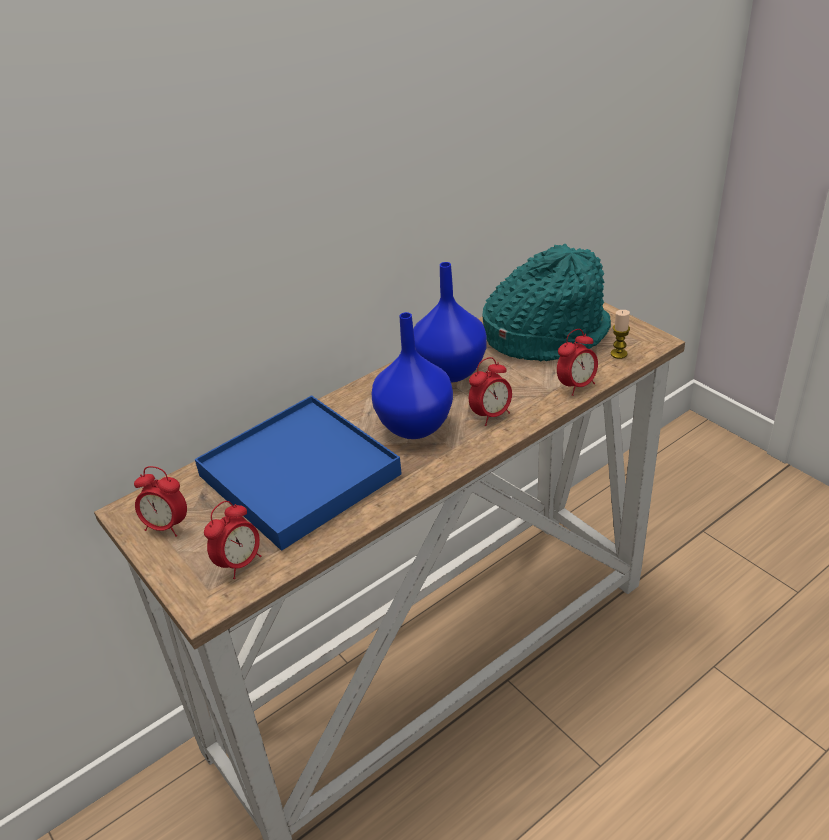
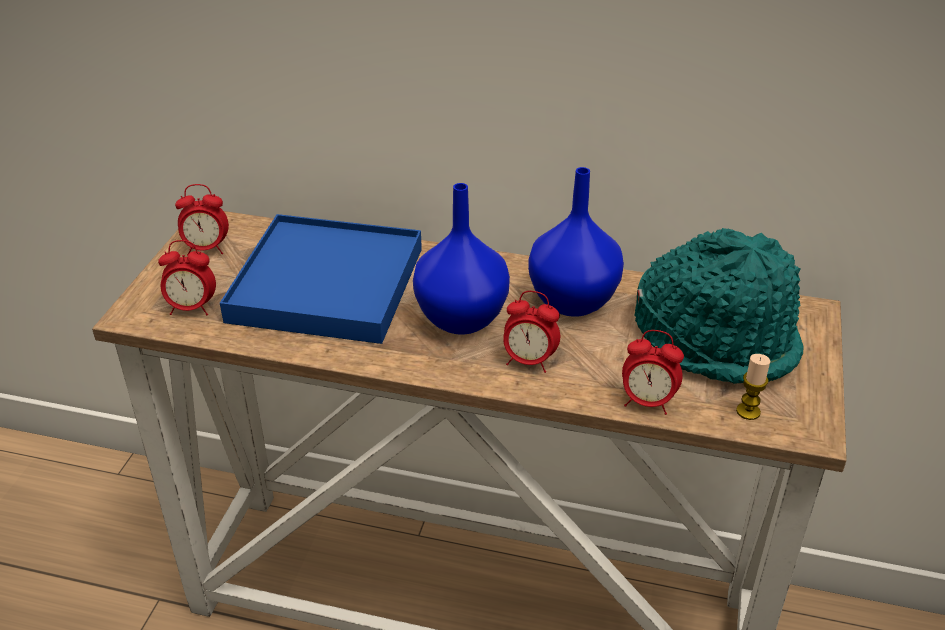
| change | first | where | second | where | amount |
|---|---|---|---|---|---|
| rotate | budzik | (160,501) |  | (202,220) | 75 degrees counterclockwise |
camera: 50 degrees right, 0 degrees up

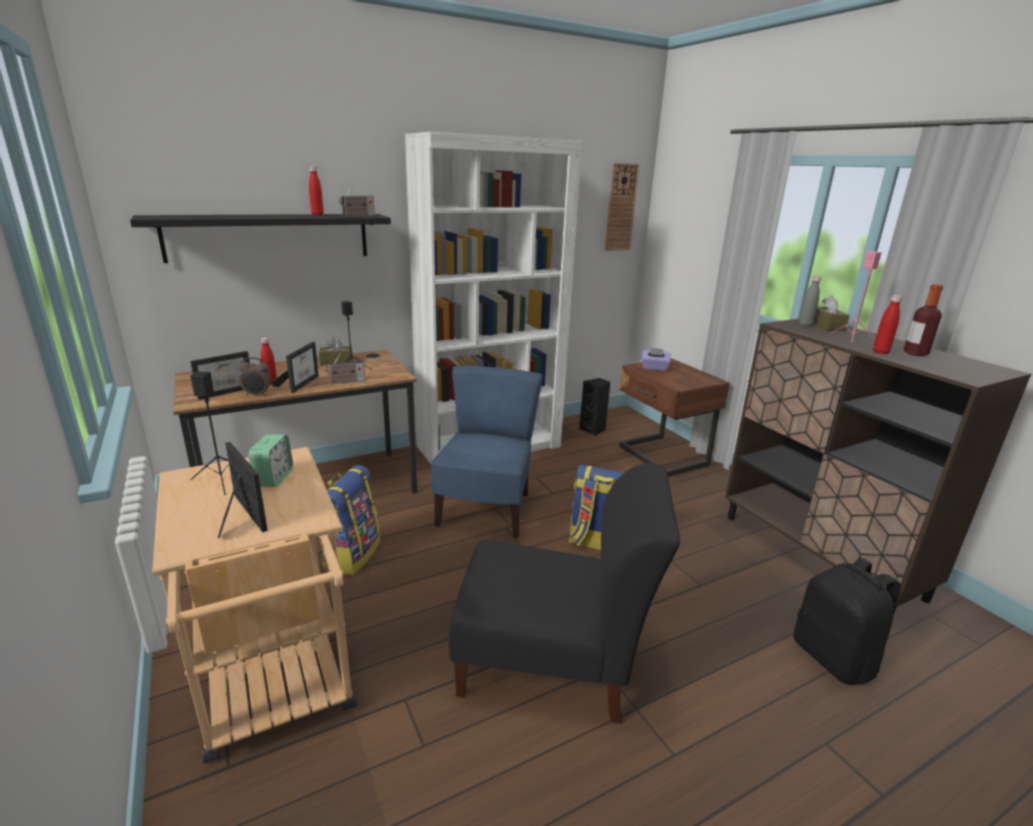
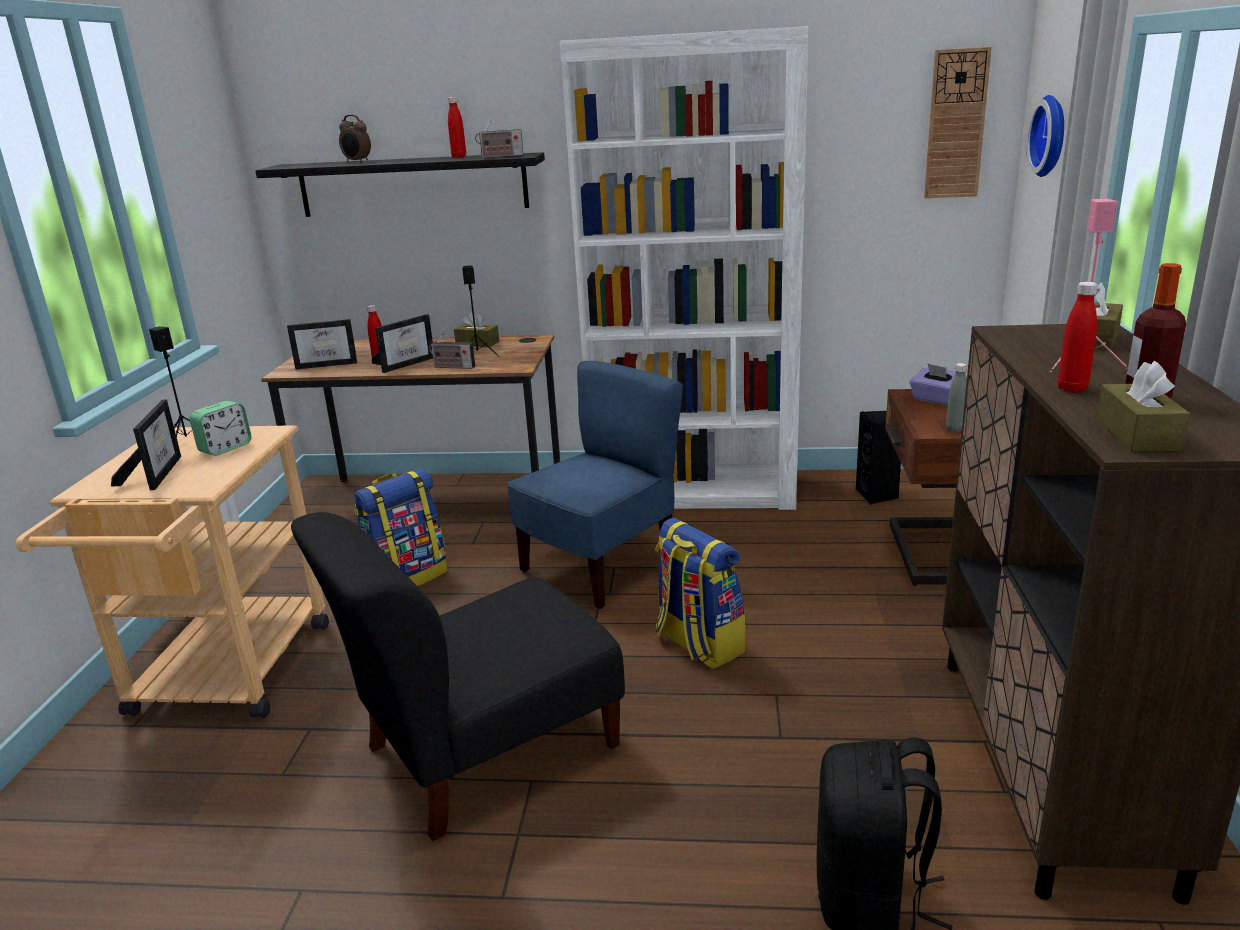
| change | first | where | second | where | amount |
|---|---|---|---|---|---|
| rotate | krzesło/czarny | (564,593) |  | (458,676) | 105 degrees clockwise |
| move | budzik | (255,376) |  | (355,138) |  |
| move | butelka/szary | (810,301) |  | (956,397) |  |
| insert |  |  | zegar ścienny | (1045,136) |  |
| insert |  |  | pudełko chusteczek/brązowy | (1143,406) |  |
camera: 35 degrees right, 0 degrees up

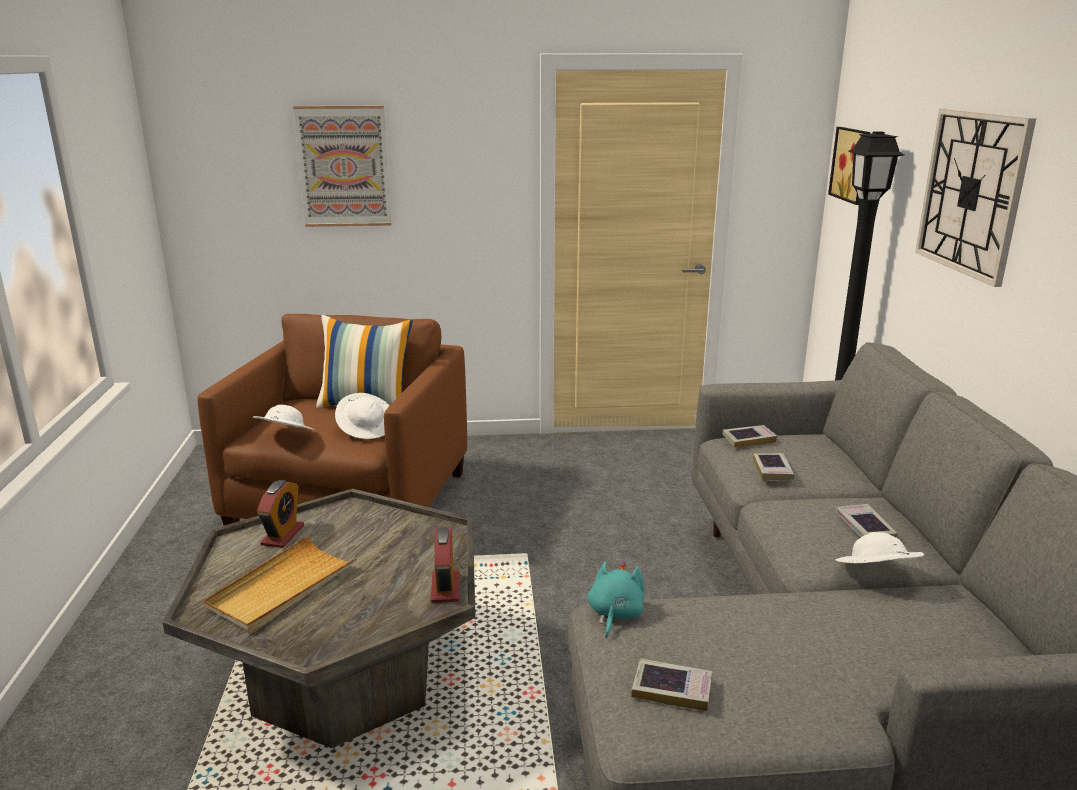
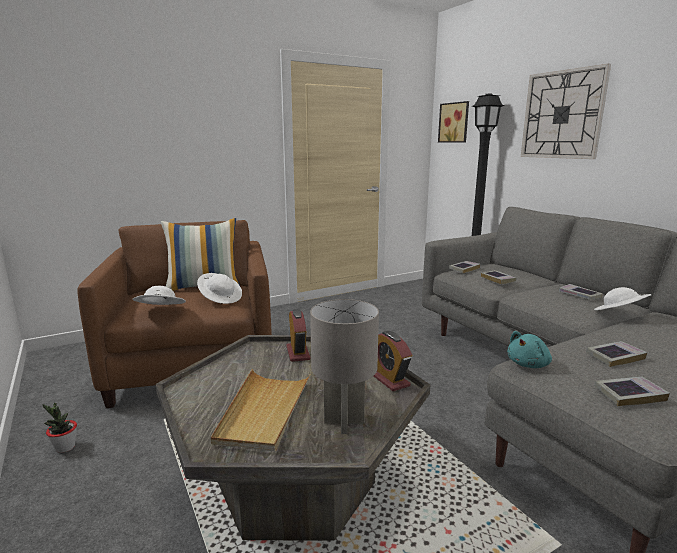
| change | first | where | second | where | amount |
|---|---|---|---|---|---|
| insert |  |  | roślina doniczkowa | (60,427) |  |
| move | budzik | (280,514) |  | (298,335) |  |
| insert |  |  | lampa stołowa/szary | (344,366) |  |
| rotate | pluszak/turkusowy | (616,599) |  | (529,349) | 120 degrees counterclockwise |
| insert |  |  | książka | (616,354) |  |
| delete | obraz | (342,166) |  |  |  |
camera: 25 degrees left, 5 degrees down

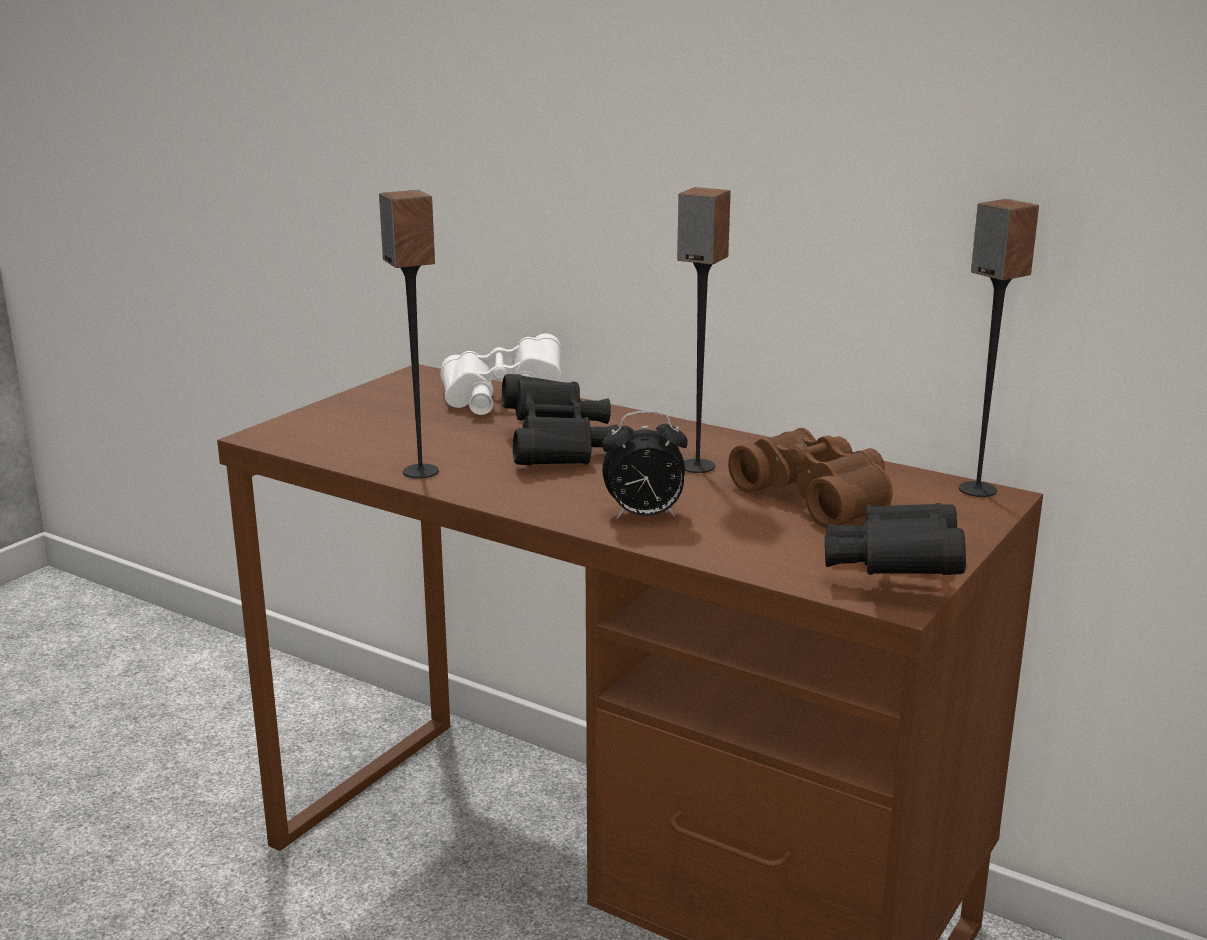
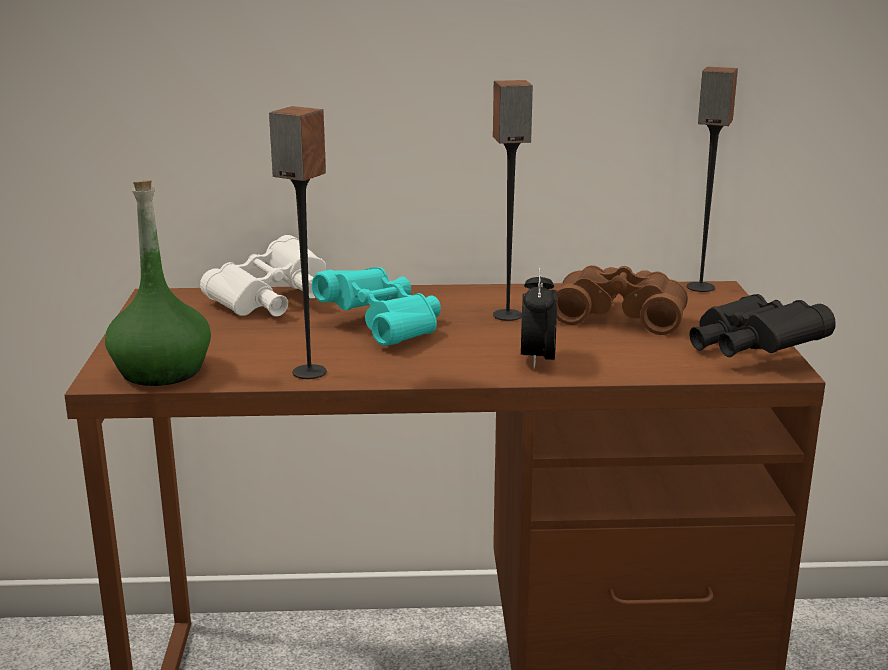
| change | first | where | second | where | amount |
|---|---|---|---|---|---|
| insert |  |  | butelka/zielony | (158,283) |  |
| recolor | lornetka/czarny | (560,419) | lornetka/turkusowy | (376,306) |  |
| rotate | budzik | (645,465) |  | (539,318) | 135 degrees clockwise |
camera: 35 degrees left, 0 degrees up

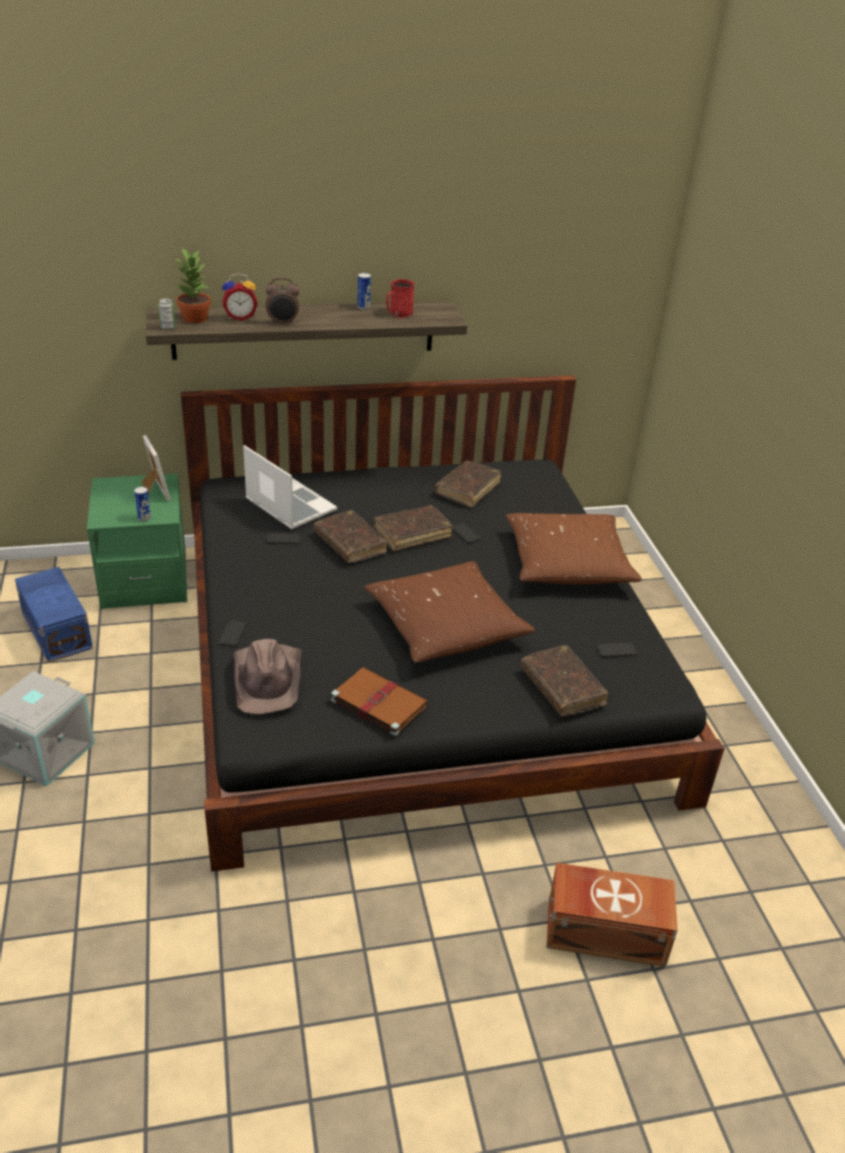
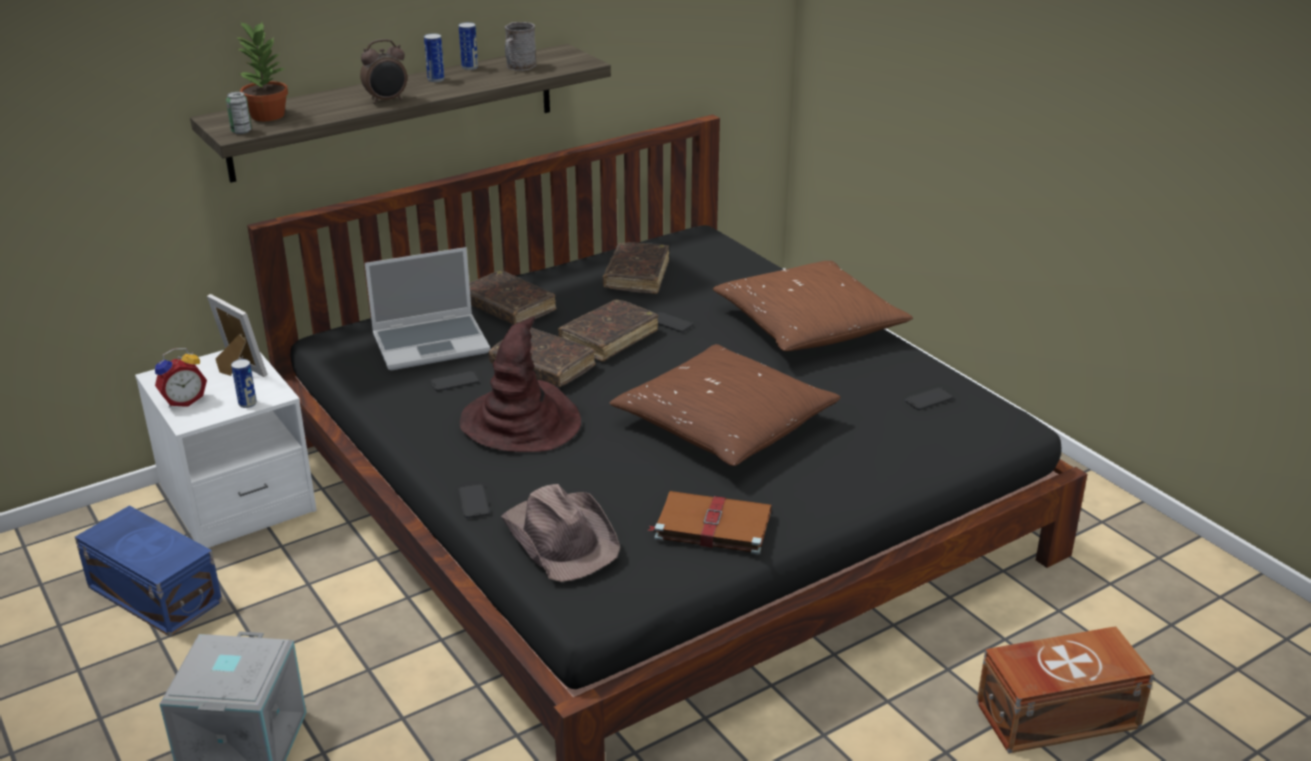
| change | first | where | second | where | amount |
|---|---|---|---|---|---|
| recolor | szafka nocna/zielony | (137,541) | szafka nocna/biały | (226,449) |  |
| move | budzik | (240,297) |  | (181,377) |  |
| rotate | laptop | (290,487) |  | (427,308) | 135 degrees clockwise |
| insert |  |  | puszka | (434,57) |  |
| insert |  |  | kapelusz/brązowy | (520,384) |  |
| move | książka/brązowy | (564,680) |  | (513,297) |  |
| recolor | kubek/czerwony | (400,298) | kubek/szary | (520,46) |  |
camera: 20 degrees left, 5 degrees down

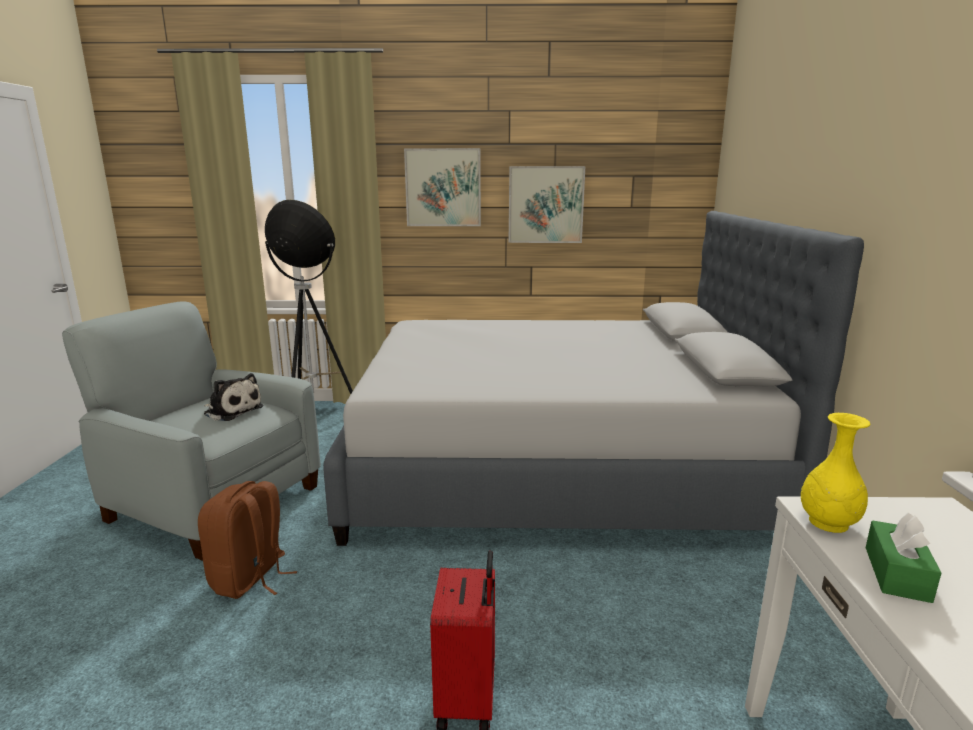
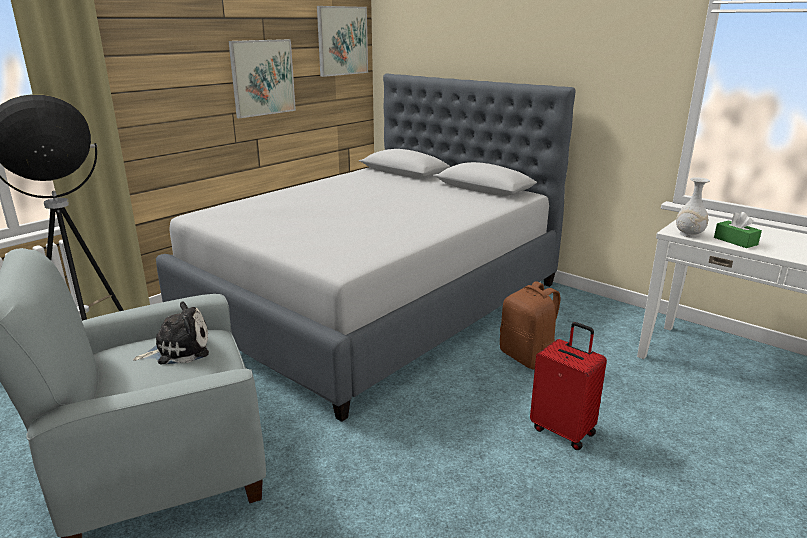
| change | first | where | second | where | amount |
|---|---|---|---|---|---|
| move | obraz | (442,187) |  | (342,41) |  |
| move | plecak/brązowy | (247,540) |  | (530,325) |  |
| recolor | wazon/żółty | (835,473) | wazon/biały | (693,207) |  |
camera: 50 degrees left, 5 degrees up

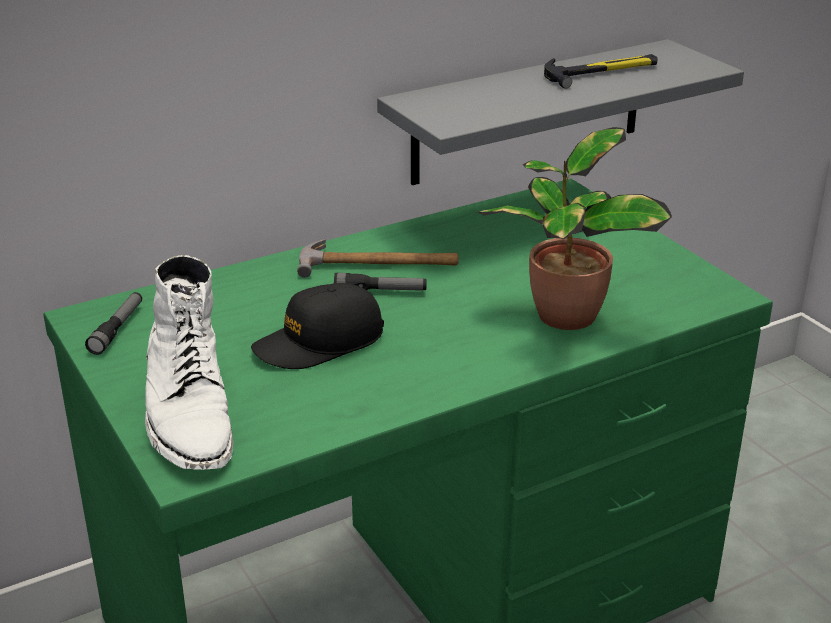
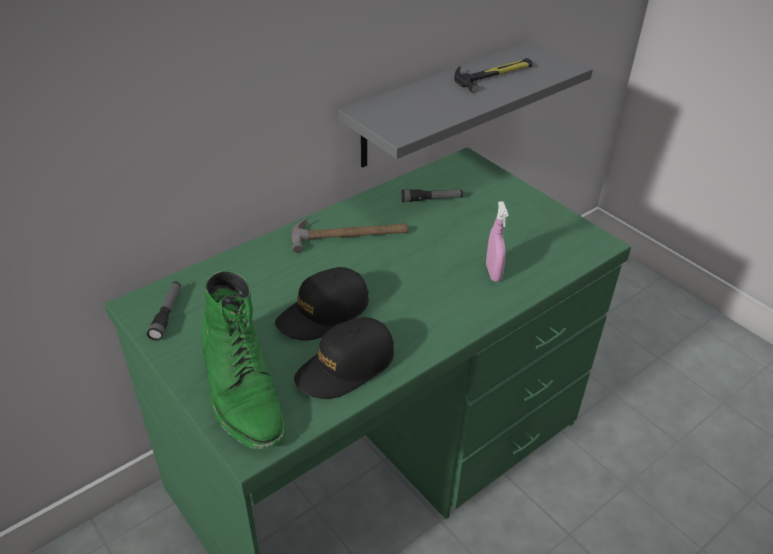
| change | first | where | second | where | amount |
|---|---|---|---|---|---|
| recolor | but z cholewką/biały | (189,362) | but z cholewką/zielony | (243,359) |  |
| insert |  |  | czapka z daszkiem/czarny | (344,358) |  |
| move | latarka | (380,282) |  | (432,195) |  |
| replace | roślina doniczkowa | (574,228) | spryskiwacz/różowy | (497,241) |  |
camera: 10 degrees left, 10 degrees up

